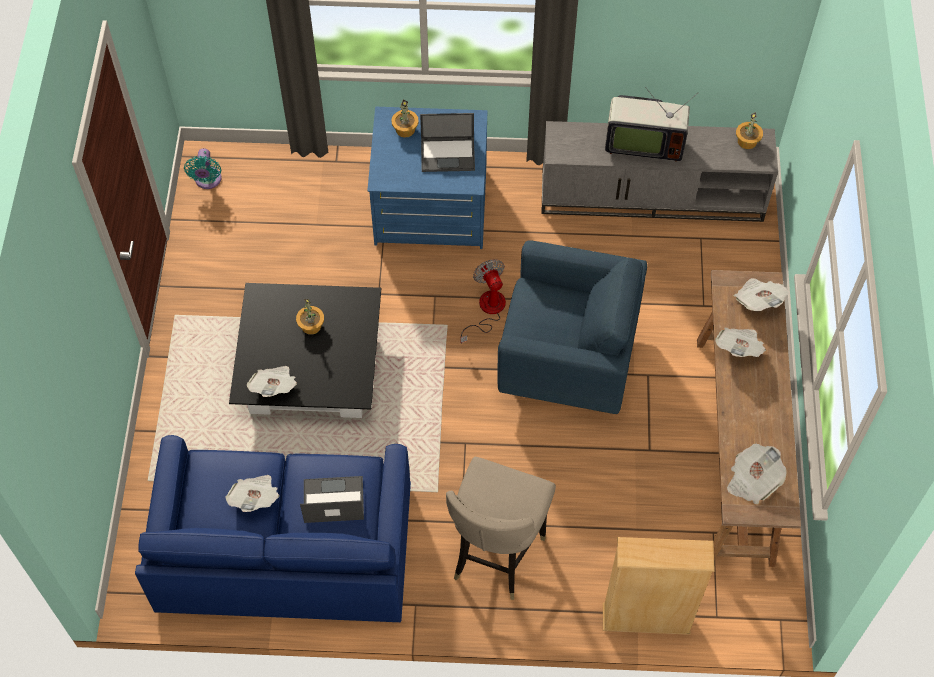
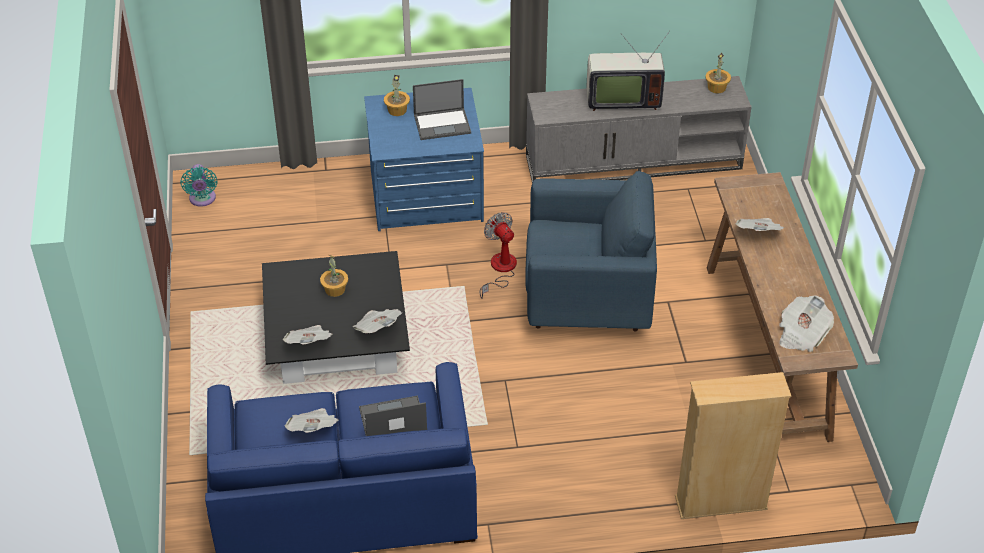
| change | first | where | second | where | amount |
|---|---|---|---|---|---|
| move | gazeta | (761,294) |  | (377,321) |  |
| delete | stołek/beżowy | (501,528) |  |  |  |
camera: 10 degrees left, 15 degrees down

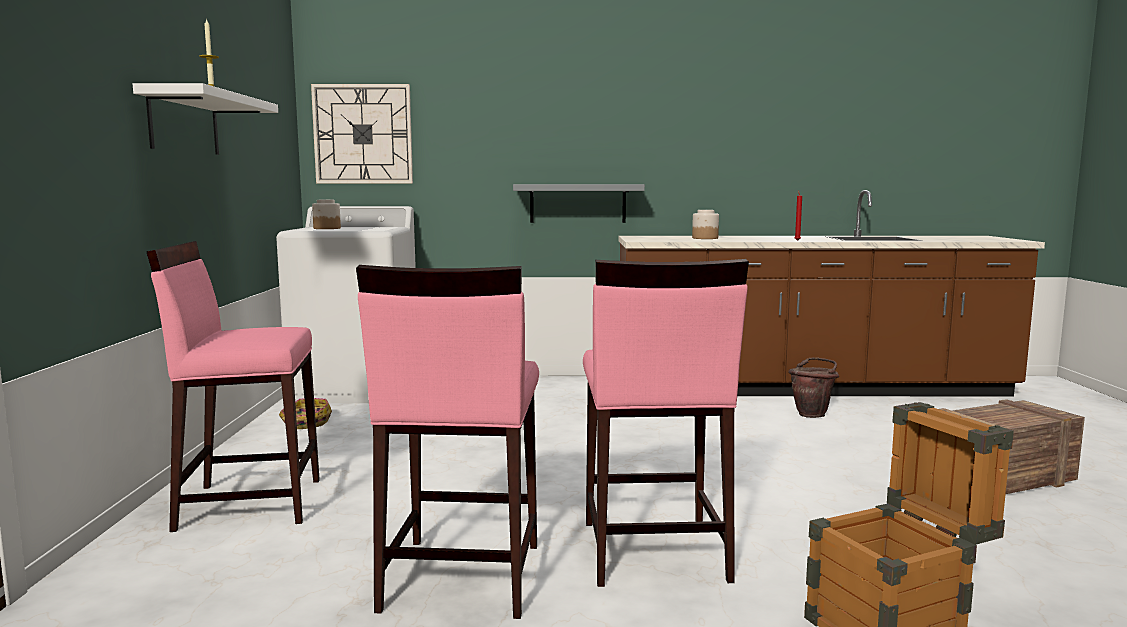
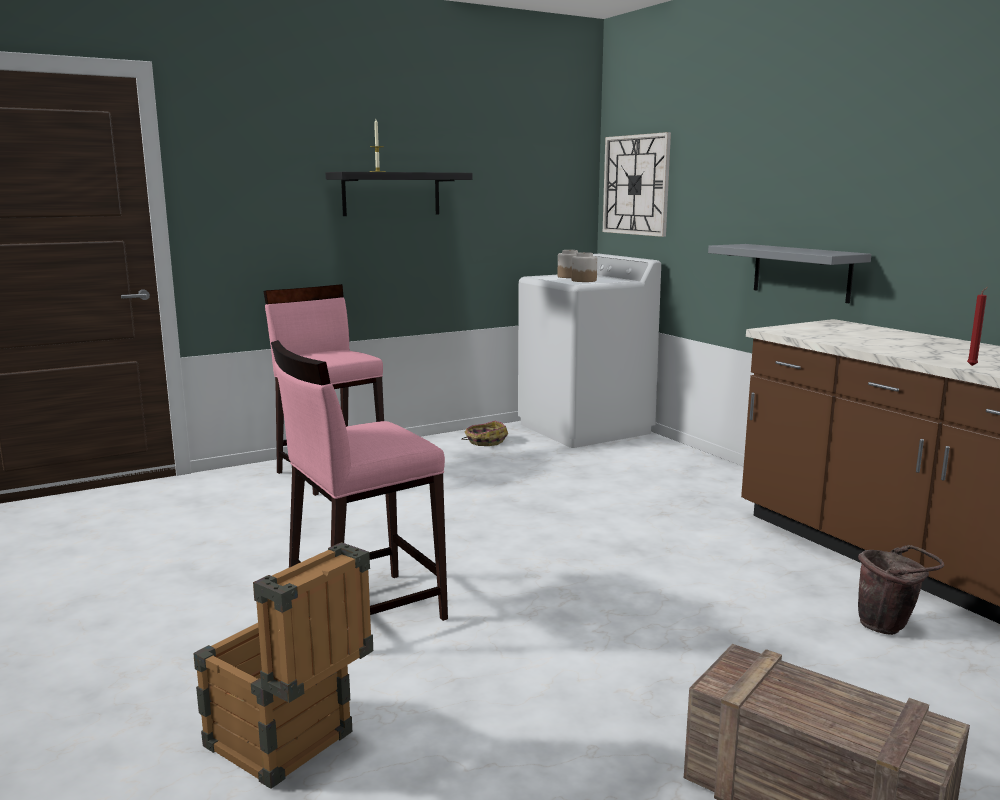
| change | first | where | second | where | amount |
|---|---|---|---|---|---|
| recolor | półka/biały | (205,119) | półka/czarny | (399,194) |  |
| move | słoik | (705,224) |  | (584,267) |  |
| delete | stołek/różowy | (447,442) |  |  |  |
camera: 60 degrees right, 5 degrees up

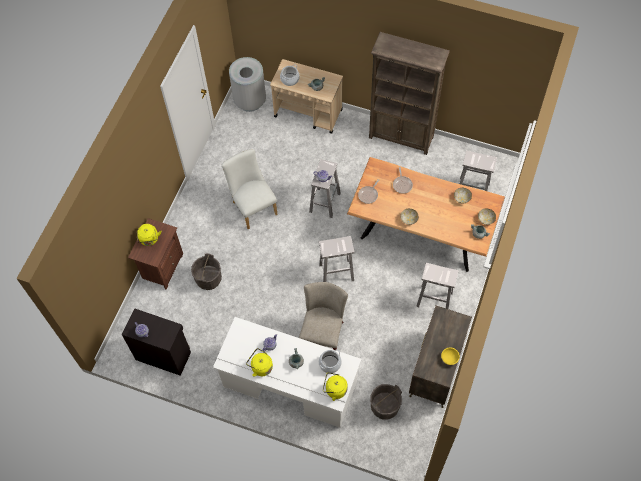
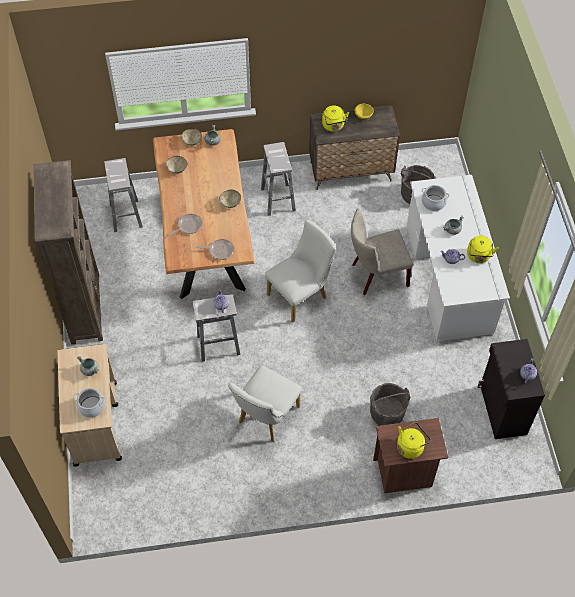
| change | first | where | second | where | amount |
|---|---|---|---|---|---|
| replace | stołek/biały | (336,259) | krzesło/biały | (300,271) |  |
| move | czajnik/żółty | (335,386) |  | (335,119) |  |
| delete | kosz na śmieci/szary | (247,84) |  |  |  |
camera: 120 degrees left, 5 degrees down

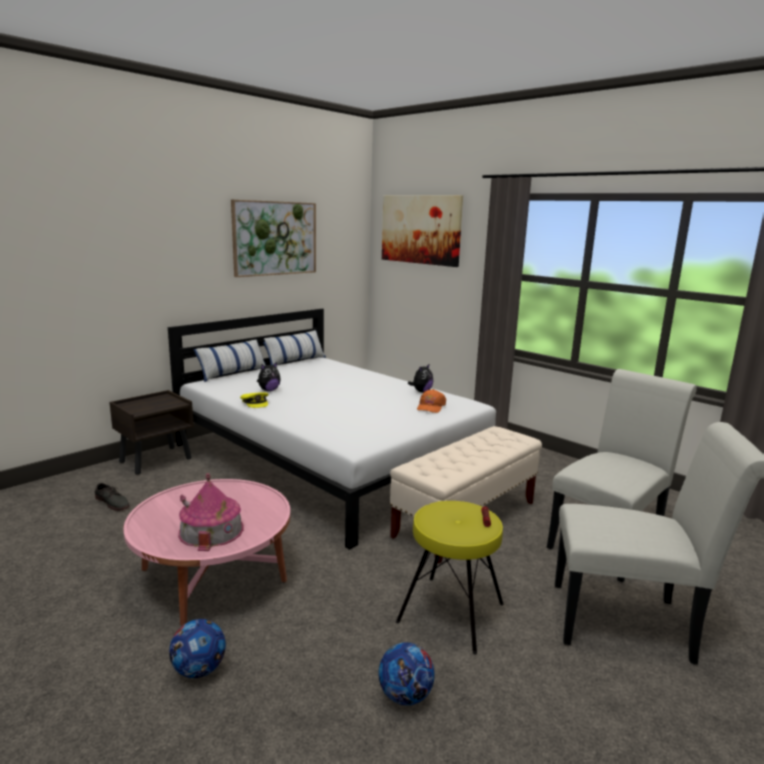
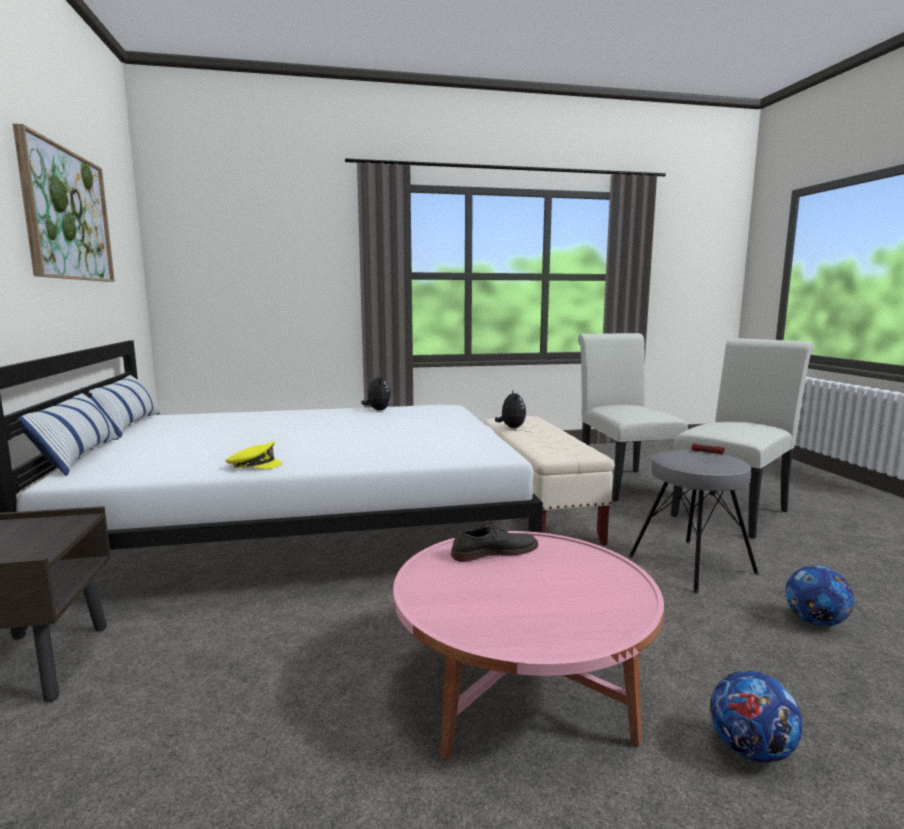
| change | first | where | second | where | amount |
|---|---|---|---|---|---|
| move | but/szary | (112,497) |  | (494,542) |  |
| move | pluszak | (269,376) |  | (510,409) |  |
| recolor | stołek/żółty | (450,577) | stołek/szary | (694,521) |  |
| delete | domek | (210,512) |  |  |  |
| delete | obraz | (422,231) |  |  |  |
| delete | czapka z daszkiem/pomarańczowy | (431,401) |  |  |  |
camera: 55 degrees left, 5 degrees down

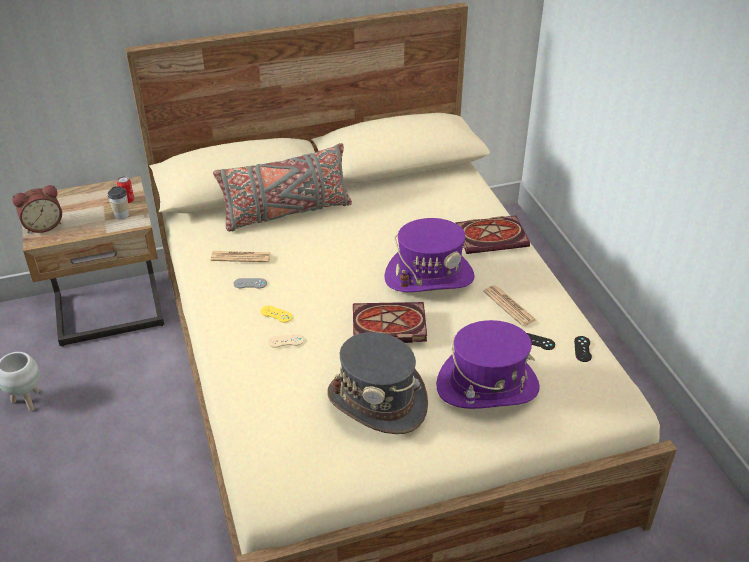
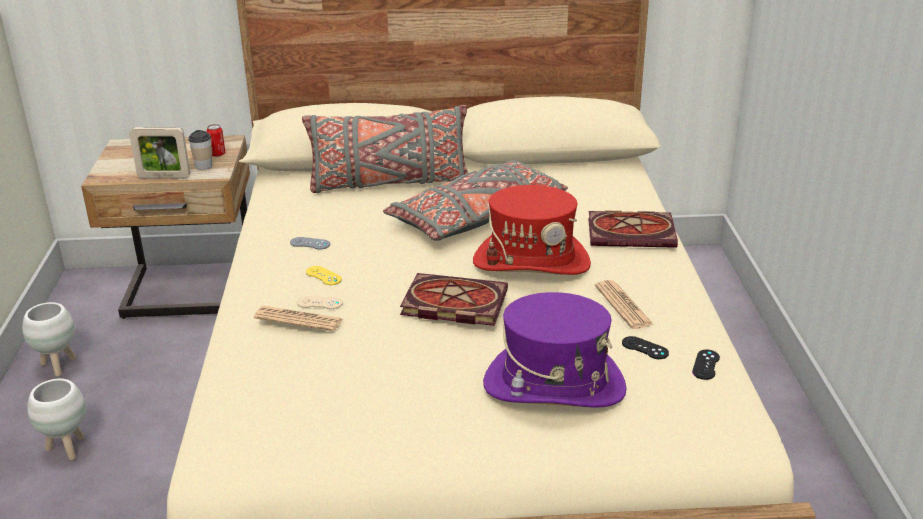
| change | first | where | second | where | amount |
|---|---|---|---|---|---|
| insert |  |  | donica/biały | (57,420) |  |
| insert |  |  | ramka na zdjęcie | (159,152) |  |
| move | gazeta | (241,256) |  | (298,319) |  |
| insert |  |  | poduszka/szary | (475,200) |  |
| recolor | kapelusz/fioletowy | (429,255) | kapelusz/czerwony | (532,230) |  |
| delete | budzik | (37,209) |  |  |  |
| delete | kapelusz/szary | (377,383) |  |  |  |
camera: 15 degrees right, 10 degrees down

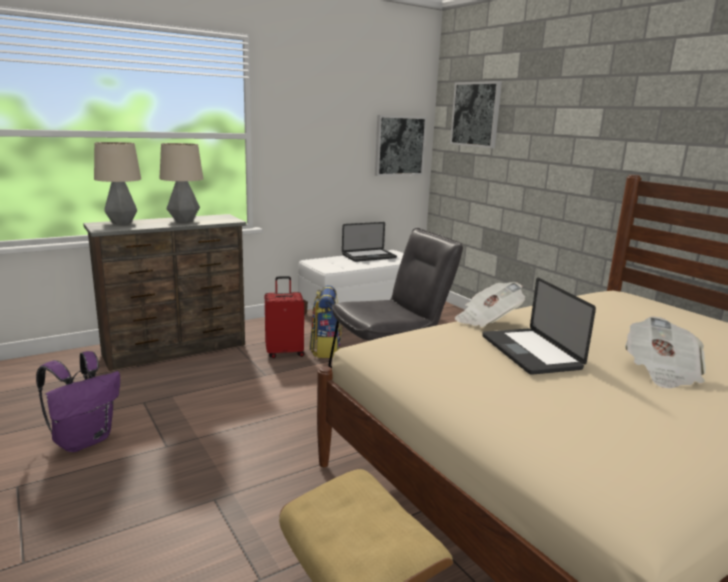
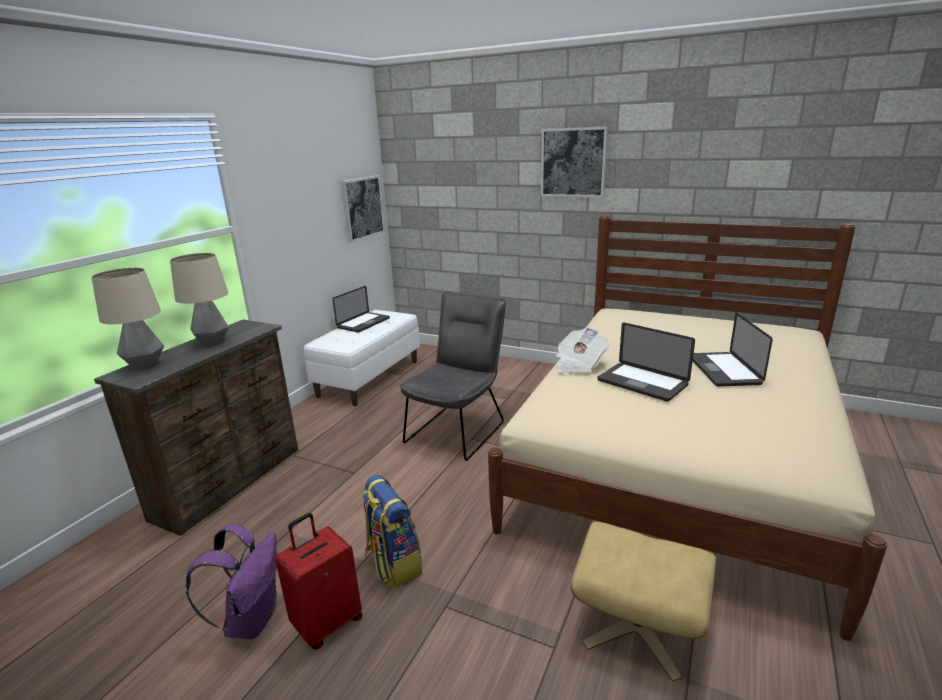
| change | first | where | second | where | amount |
|---|---|---|---|---|---|
| move | walizka/czerwony | (284,317) |  | (318,581) |  |
| move | plecak | (325,321) |  | (392,531) |  |
| move | obraz | (476,114) |  | (574,162) |  |
| replace | gazeta | (665,352) | laptop | (733,350) |  |
camera: 30 degrees left, 5 degrees up

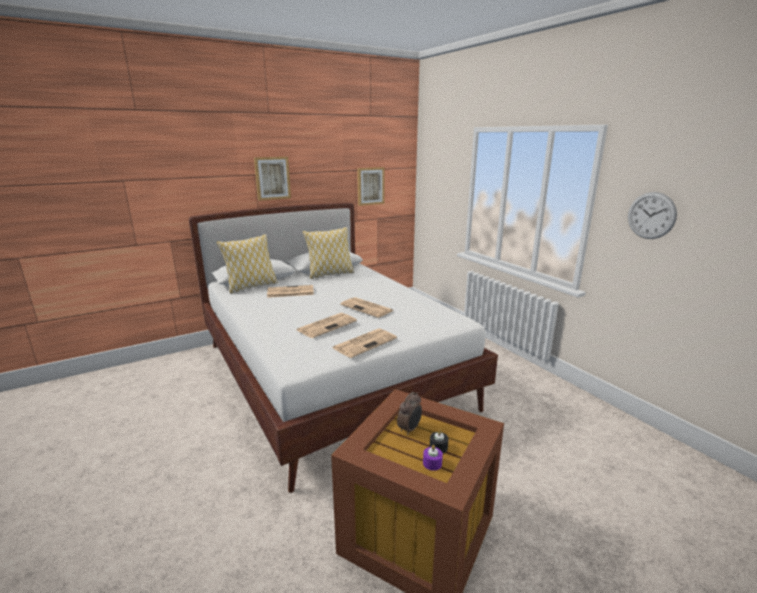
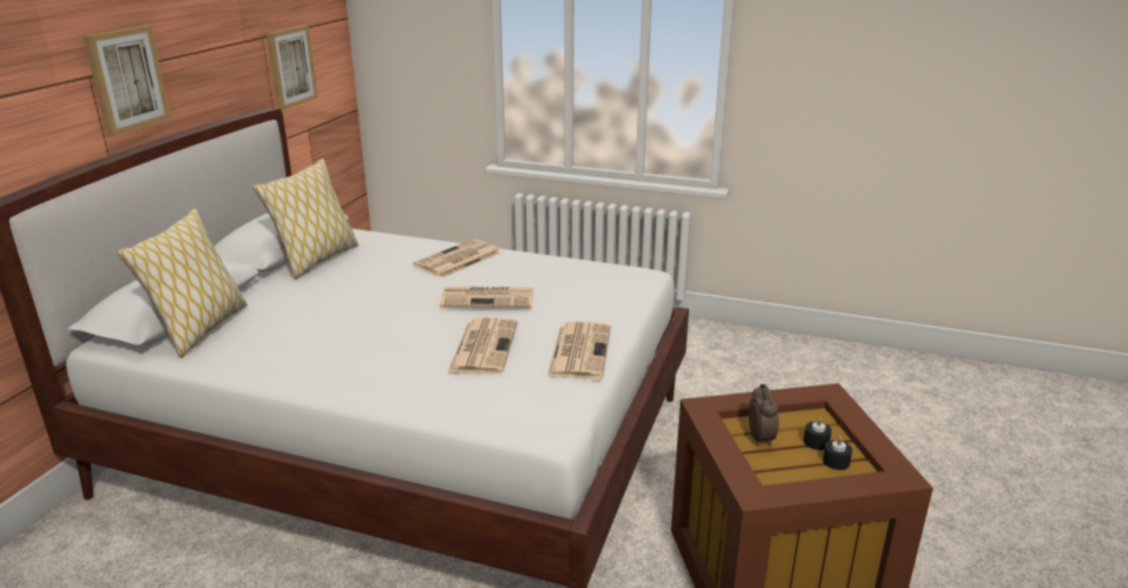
| change | first | where | second | where | amount |
|---|---|---|---|---|---|
| move | gazeta | (290,291) |  | (457,258) |  |
| recolor | świeca/fioletowy | (433,458) | świeca/czarny | (837,453) |  |
| delete | zegar ścienny | (652,215) |  |  |  |
camera: 40 degrees left, 5 degrees up

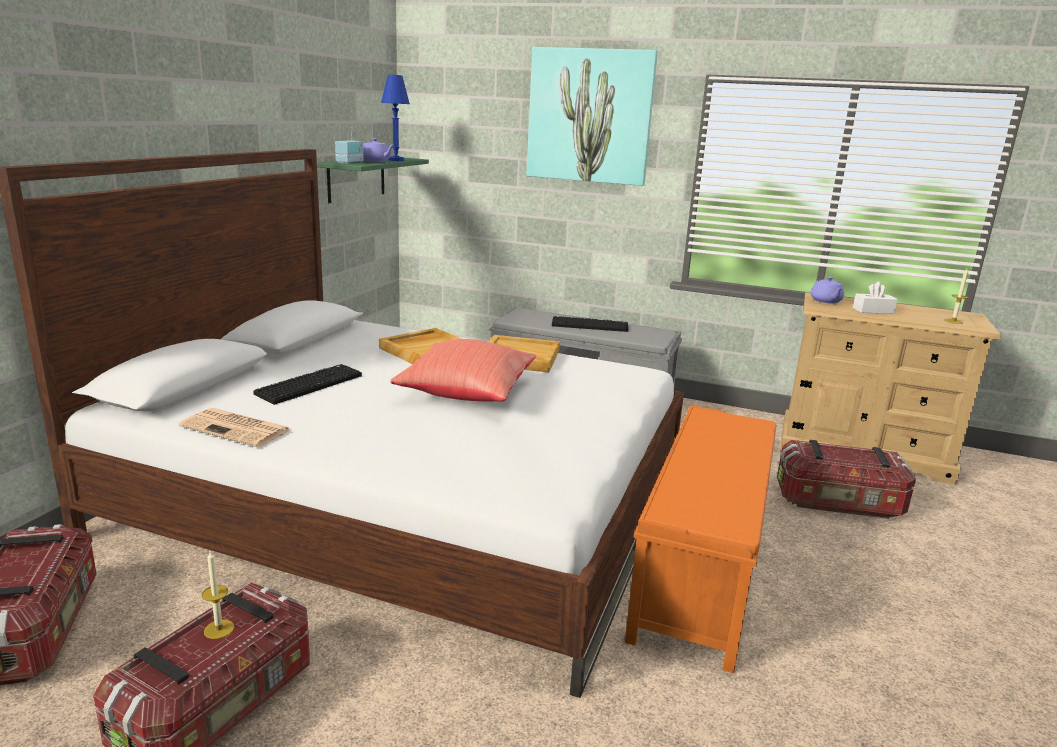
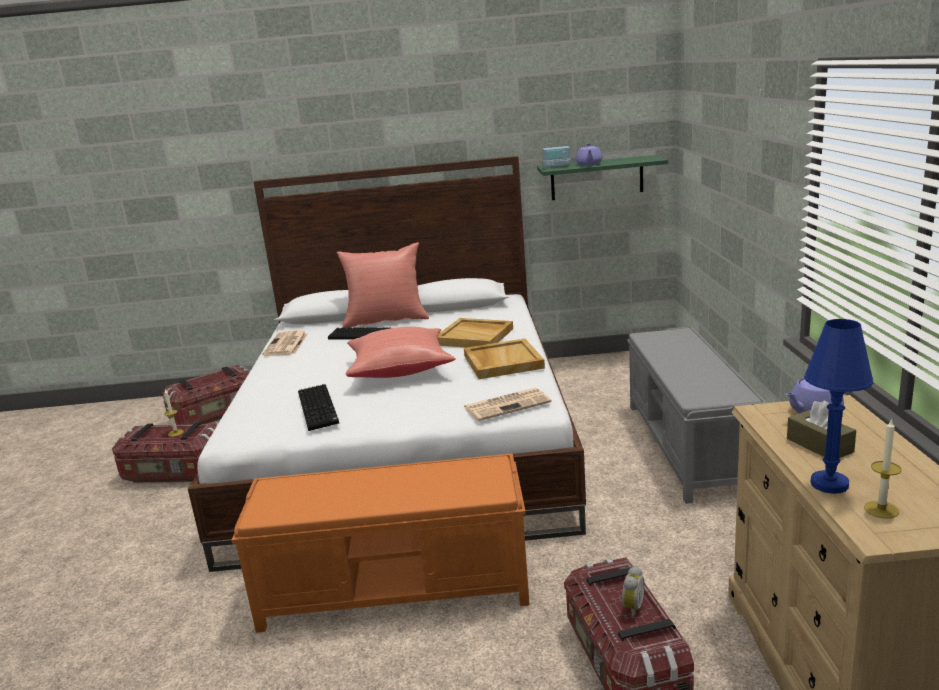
| change | first | where | second | where | amount |
|---|---|---|---|---|---|
| move | klawiatura | (590,324) |  | (318,407) |  |
| insert |  |  | poduszka/czerwony | (383,285) |  |
| insert |  |  | gazeta | (508,404) |  |
| insert |  |  | budzik | (633,592) |  |
| recolor | pudełko chusteczek/biały | (875,298) | pudełko chusteczek/brązowy | (821,429) |  |
| move | lampa stołowa/niebieski | (395,118) |  | (838,406) |  |
| delete | obraz | (592,116) |  |  |  |
camera: 70 degrees right, 0 degrees up

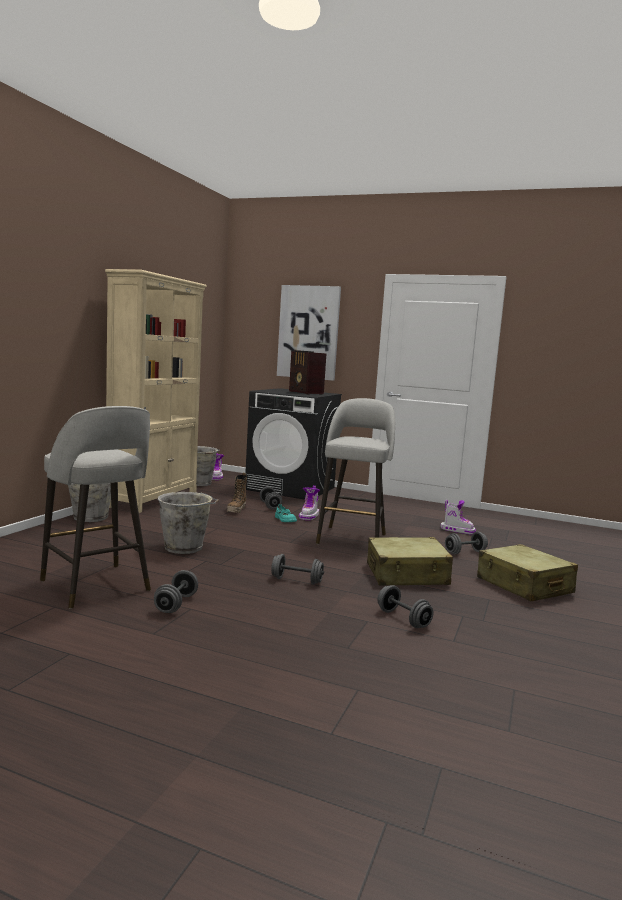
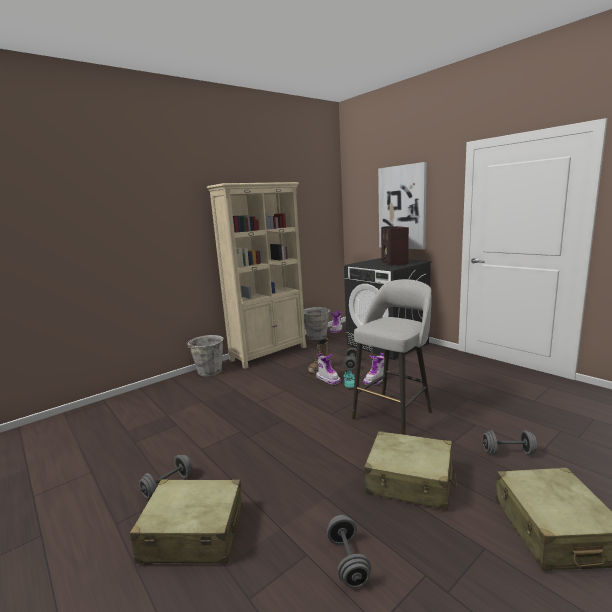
| change | first | where | second | where | amount |
|---|---|---|---|---|---|
| insert |  |  | walizka/beżowy | (186,521) |  |
| move | but z cholewką | (458,517) |  | (328,369) |  |
| delete | stołek/szary | (95,507) |  |  |  |
| delete | wiadro/szary | (188,523) |  |  |  |
| delete | hantel/szary | (297,569) |  |  |  |
camera: 30 degrees right, 5 degrees up

